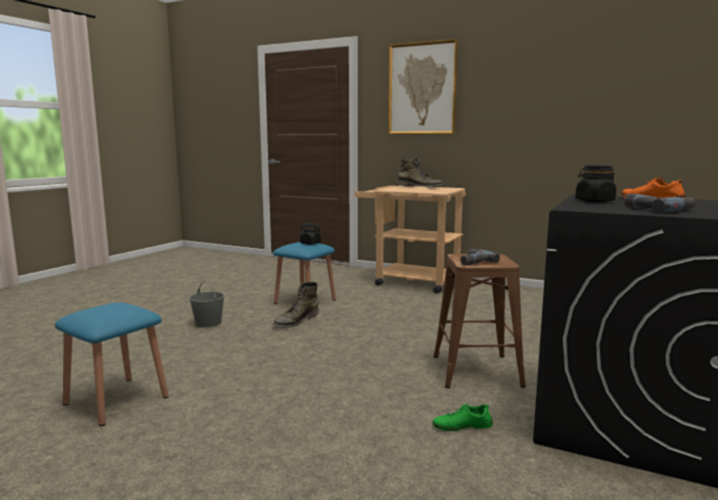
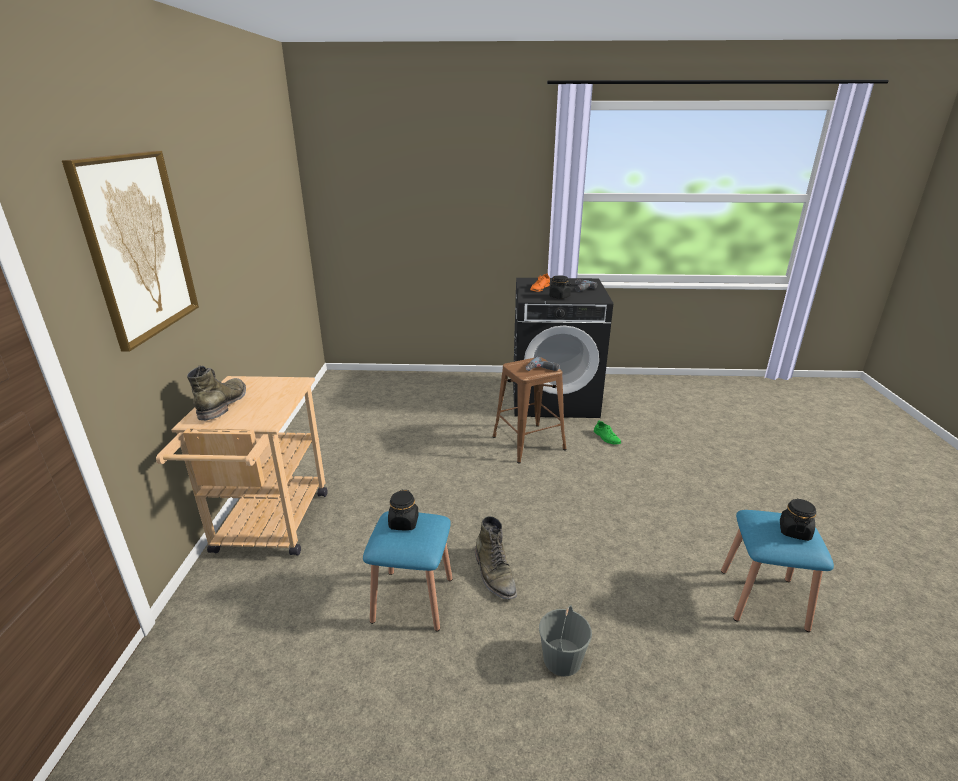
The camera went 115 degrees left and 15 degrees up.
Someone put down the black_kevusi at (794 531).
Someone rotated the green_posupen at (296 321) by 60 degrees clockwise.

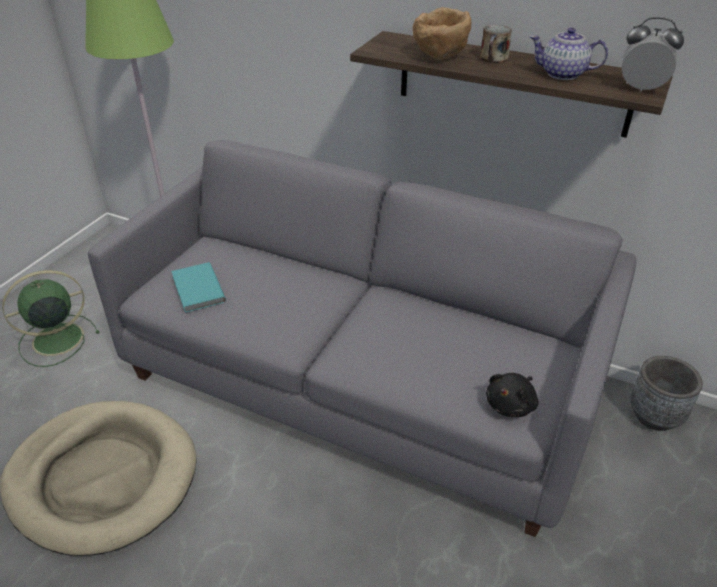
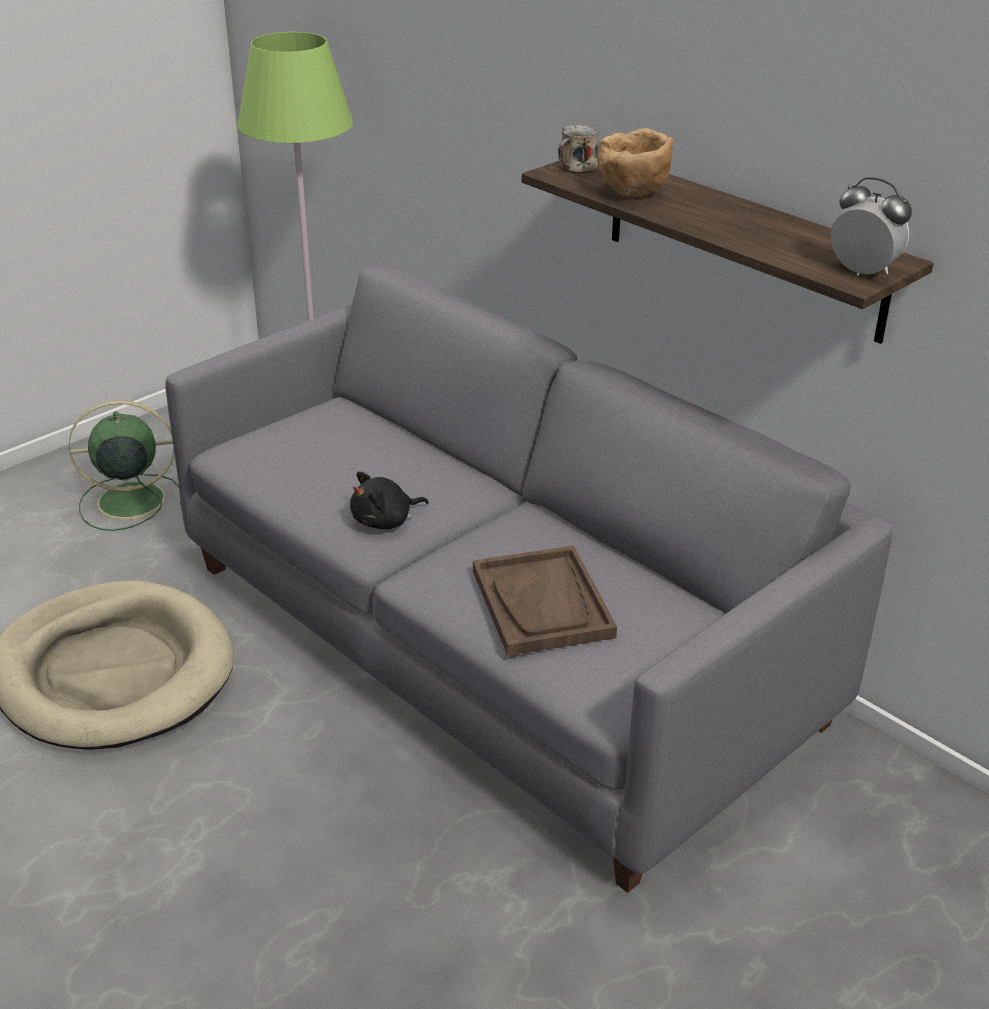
The camera went 20 degrees right and 5 degrees down.
Someone took away the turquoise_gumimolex at (197 290).
Someone took away the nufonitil at (563 74).
Someone took away the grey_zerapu at (654 416).
Someone put down the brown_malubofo at (542 603).
Someone carried the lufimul from (493 58) to (577 167).
Someone carried the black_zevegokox from (511 405) to (385 521).

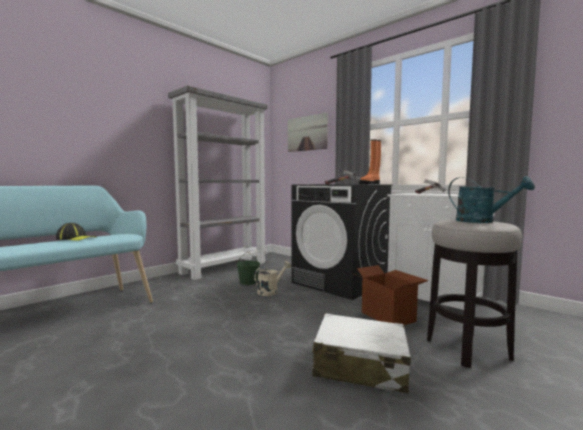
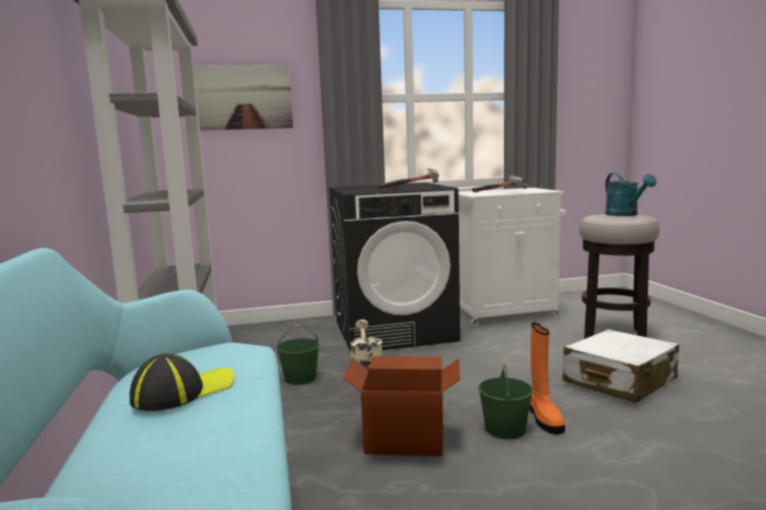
The camera went 55 degrees left and 5 degrees up.
Someone put down the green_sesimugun at (505 429).
Someone carried the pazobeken from (388 316) to (404 440).
Someone carried the orange_posupen from (370 184) to (544 418).
Someone rotated the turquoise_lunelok at (482 221) by 90 degrees clockwise.

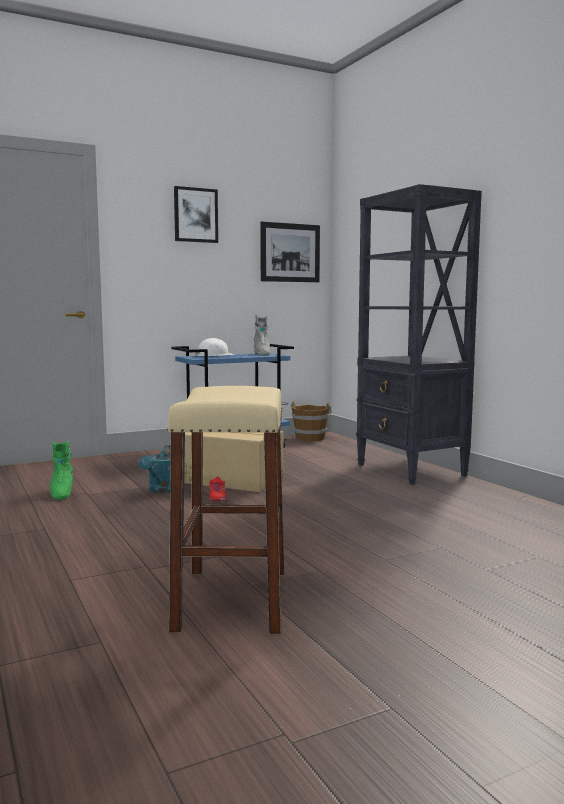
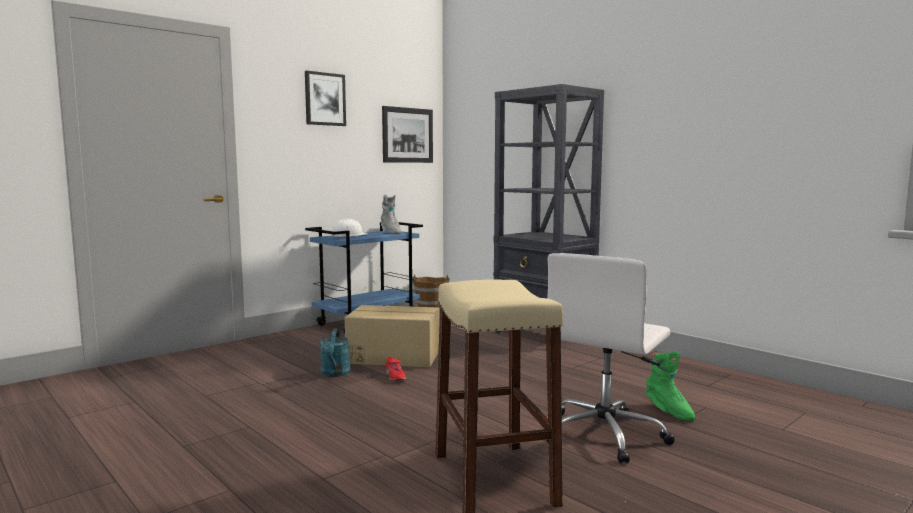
The camera went 15 degrees left and 0 degrees up.
Someone put down the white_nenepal at (605 434).
Someone carried the green_posupen from (61 493) to (668 411).

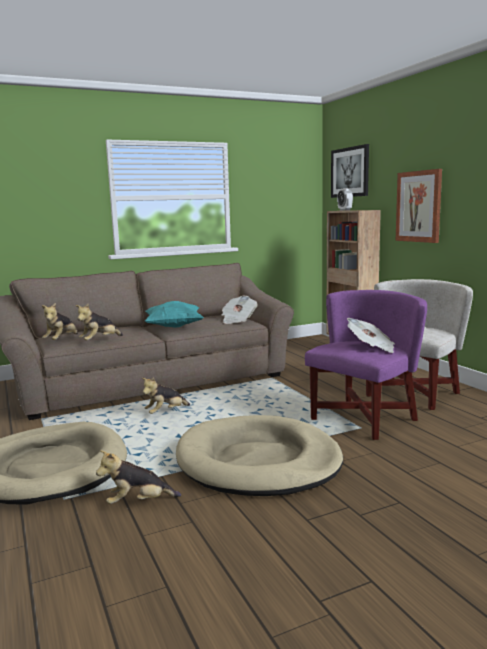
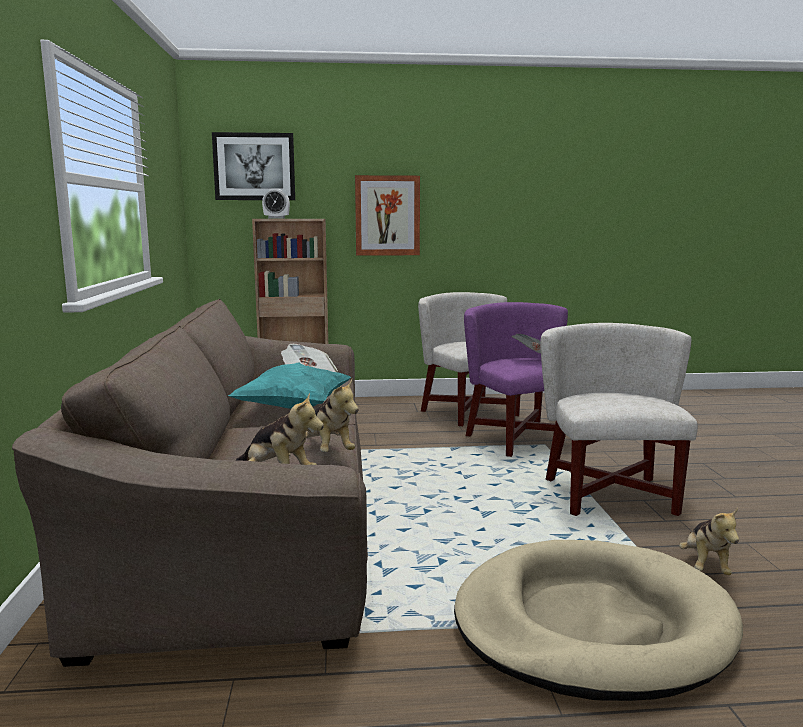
The camera went 70 degrees left and 0 degrees up.
Someone took away the zevegokox at (165 412).
Someone swapped the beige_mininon at (258 462) for the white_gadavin at (611 495).

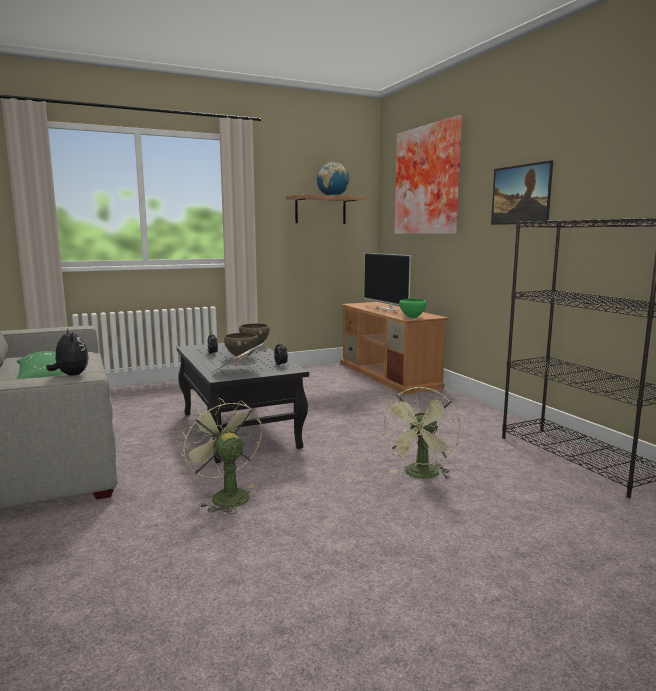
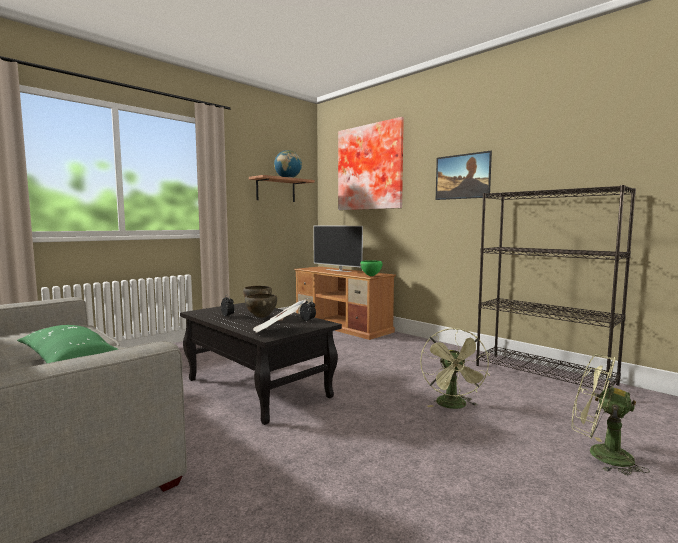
The camera went 20 degrees left and 5 degrees down.
Someone took away the zevegokox at (71 375).
Someone carried the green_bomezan from (225 496) to (600 454).

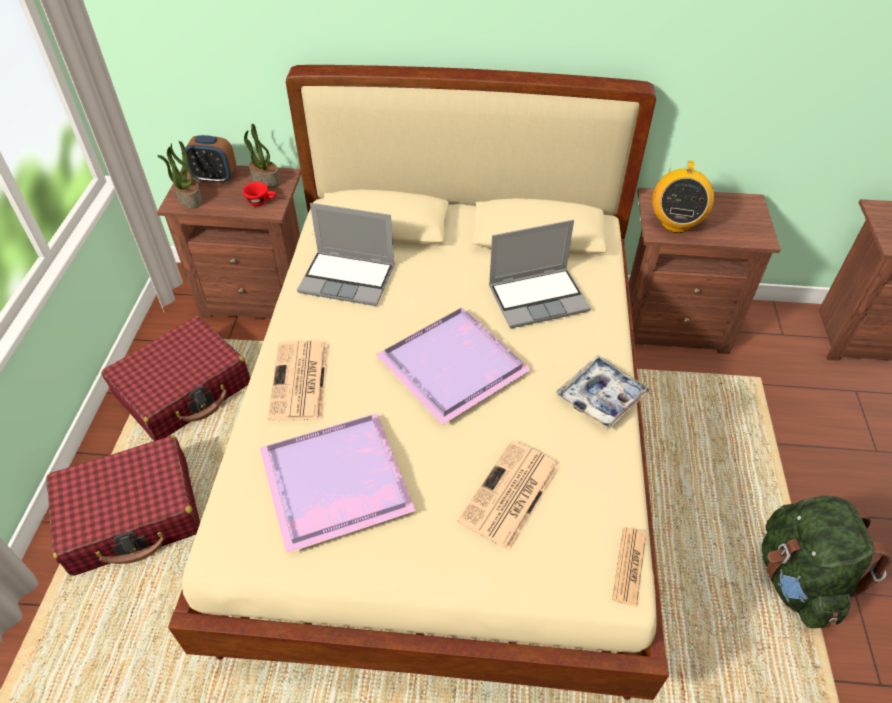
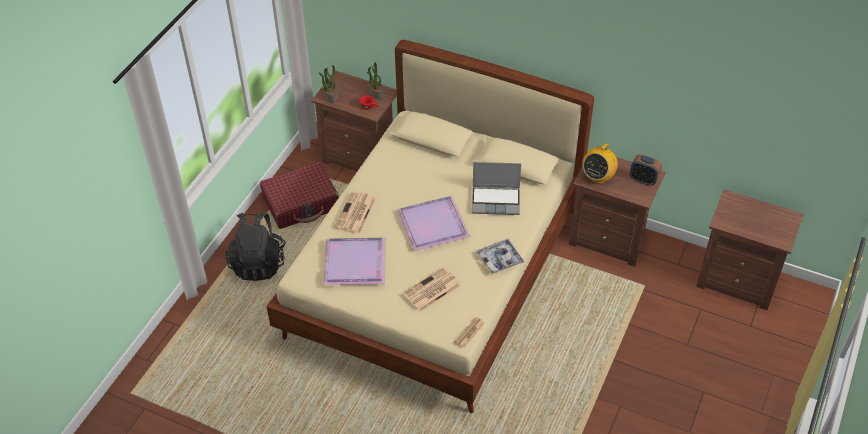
The camera went 20 degrees right and 0 degrees up.
Someone took away the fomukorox at (349 279).
Someone took away the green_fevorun at (798 580).
Someone carried the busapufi from (215 178) to (643 180).
Someone swapped the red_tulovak at (132 515) for the black_fevorun at (258 263).

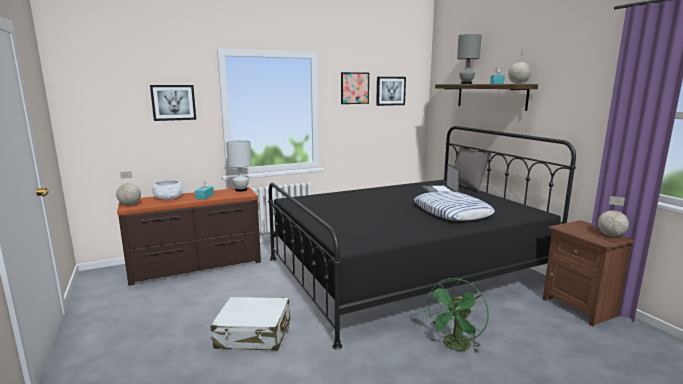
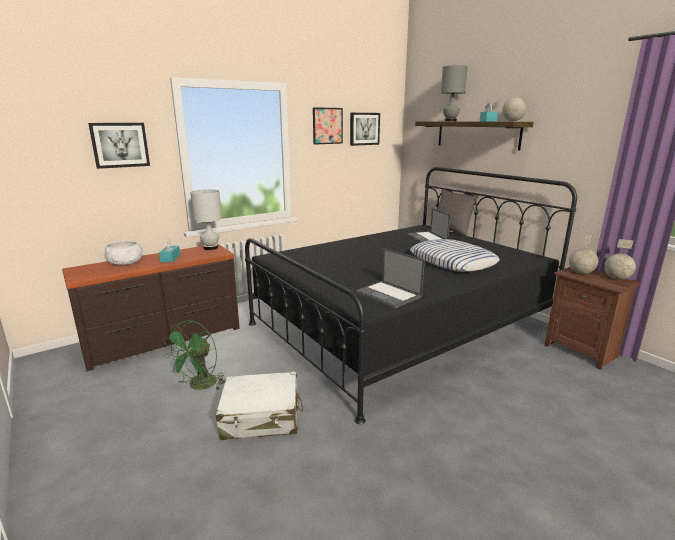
The camera went 10 degrees left and 5 degrees up.
Someone put down the fomukorox at (389 295).
Someone carried the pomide from (130 204) to (581 273).
Someone carried the green_bomezan from (455 347) to (199 386).

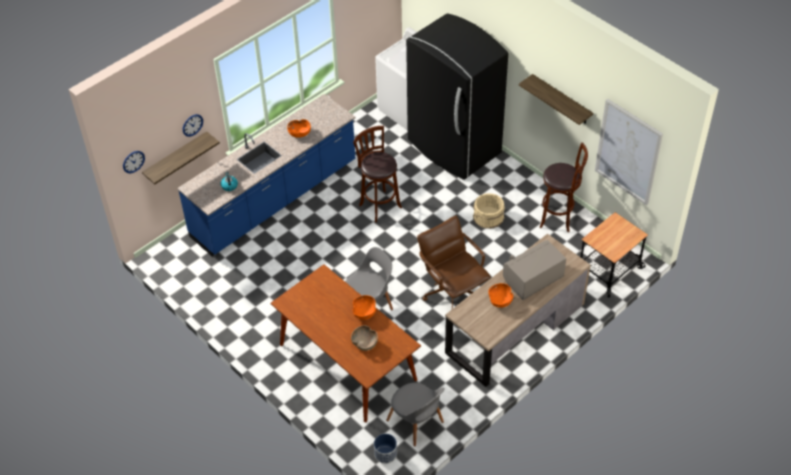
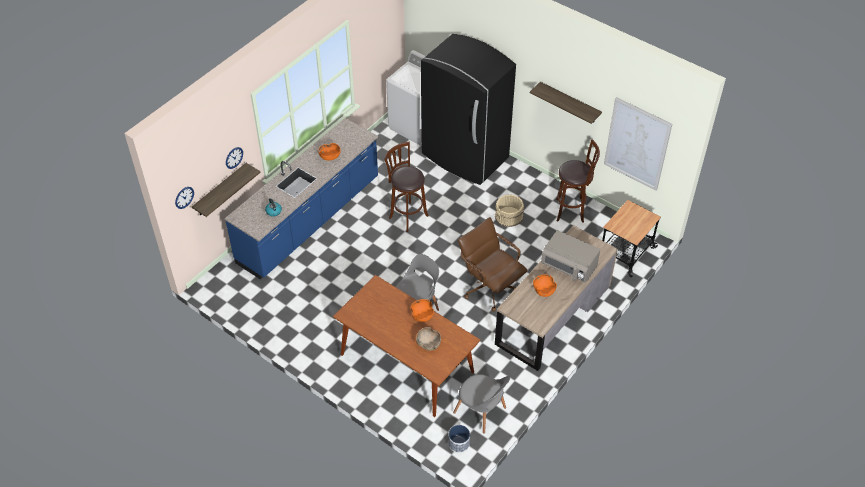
The camera went 10 degrees left and 0 degrees up.
Someone rotated the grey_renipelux at (532 278) by 105 degrees counterclockwise.

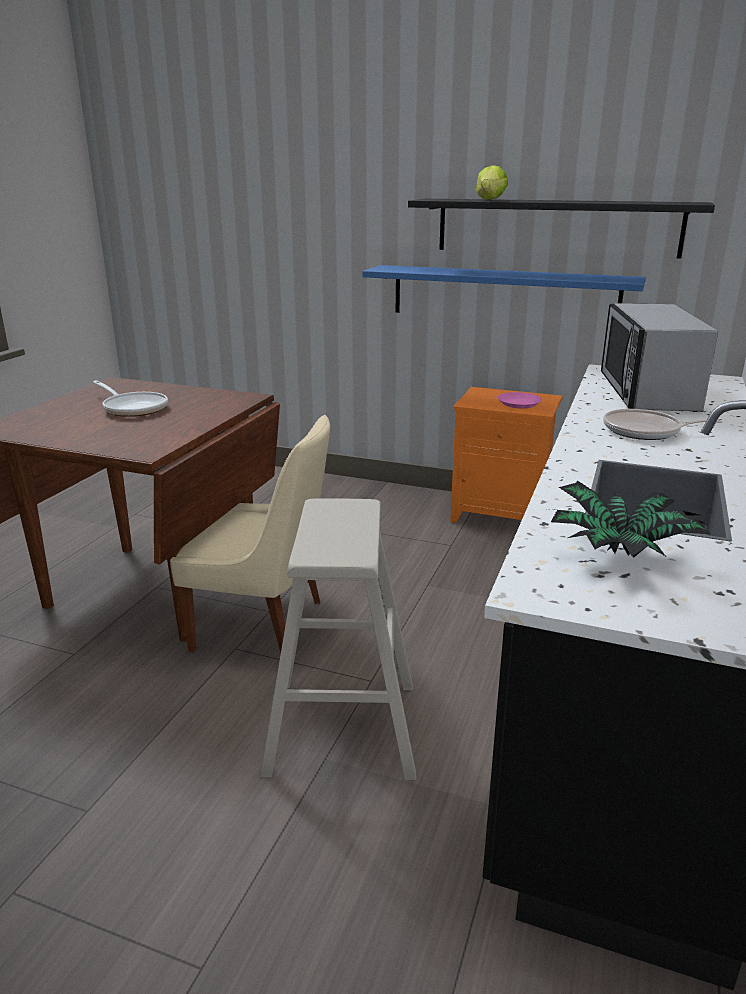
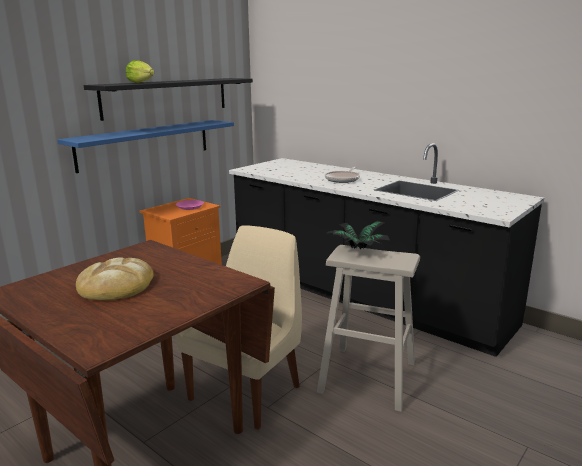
The camera went 70 degrees left and 5 degrees down.
Someone took away the renipelux at (646 392).
Someone carried the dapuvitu from (617 555) to (357 250).
Someone swapped the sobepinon at (133 408) for the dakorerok at (116 285).

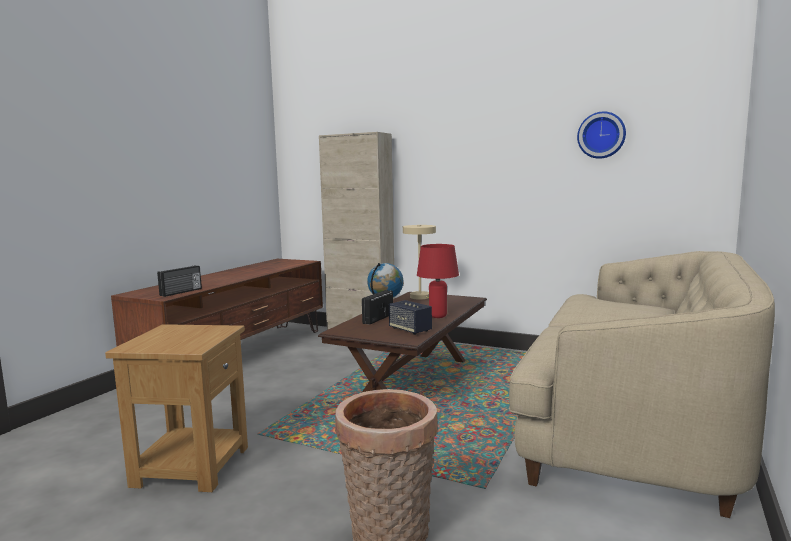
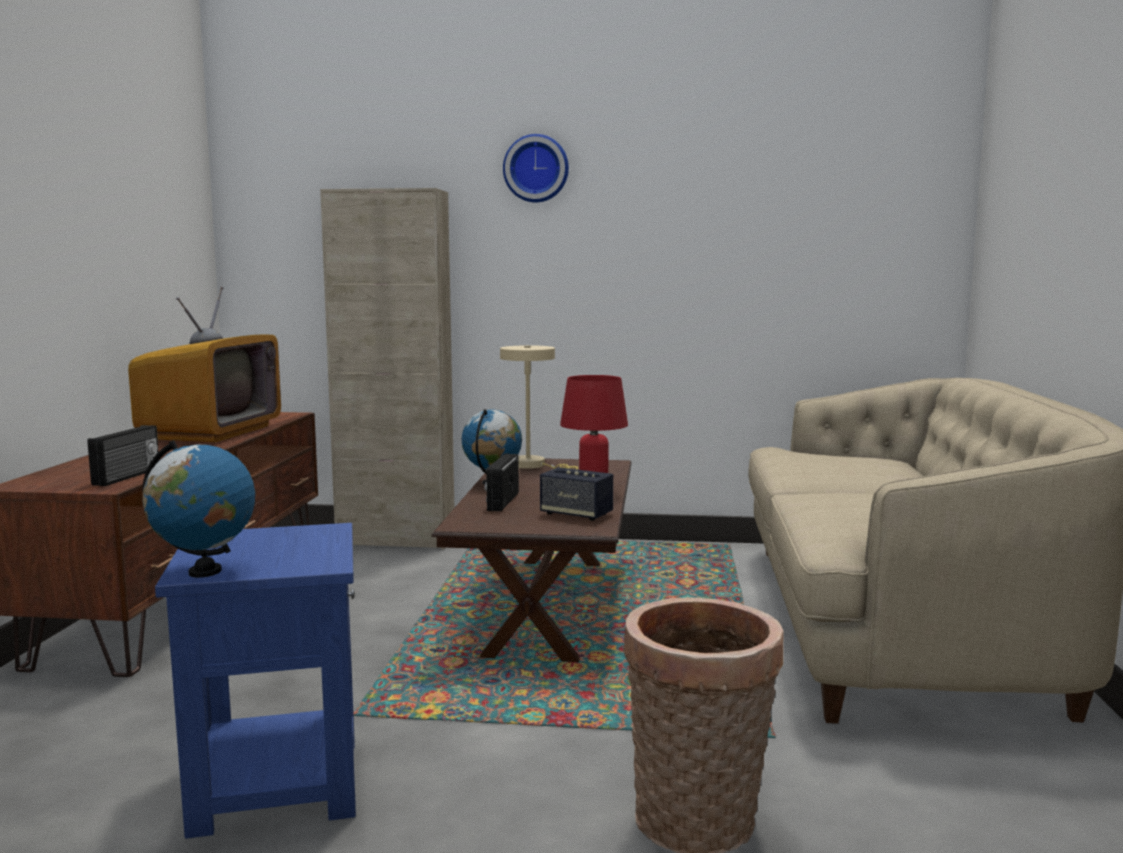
The camera went 20 degrees left and 0 degrees up.
Someone put down the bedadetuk at (211 432).
Someone put down the pomide at (204 572).
Someone carried the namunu from (601 135) to (536 169).
Someone repainted the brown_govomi at (192 465), which became the blue_govomi at (277 782).

